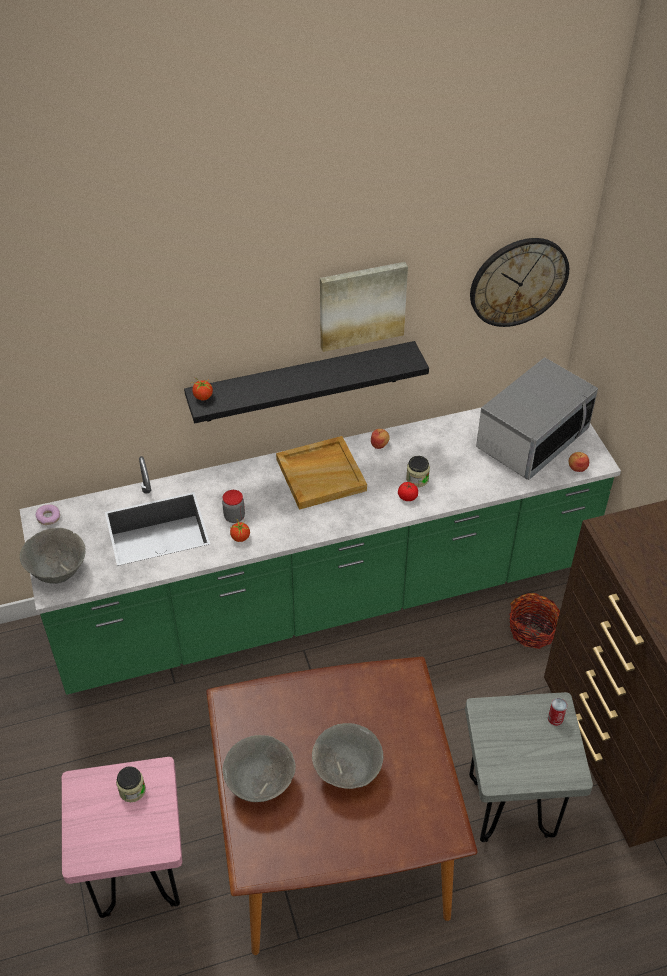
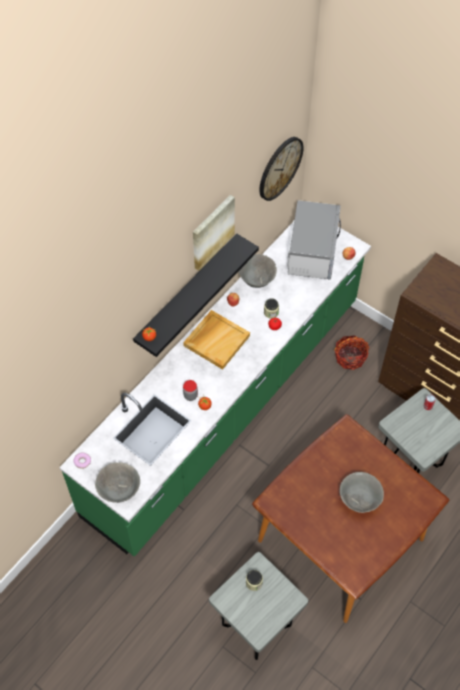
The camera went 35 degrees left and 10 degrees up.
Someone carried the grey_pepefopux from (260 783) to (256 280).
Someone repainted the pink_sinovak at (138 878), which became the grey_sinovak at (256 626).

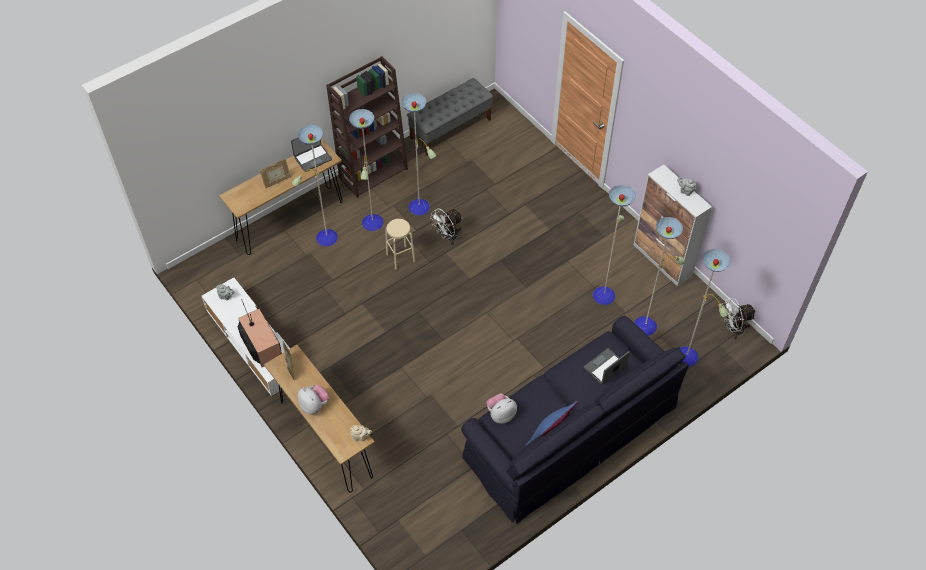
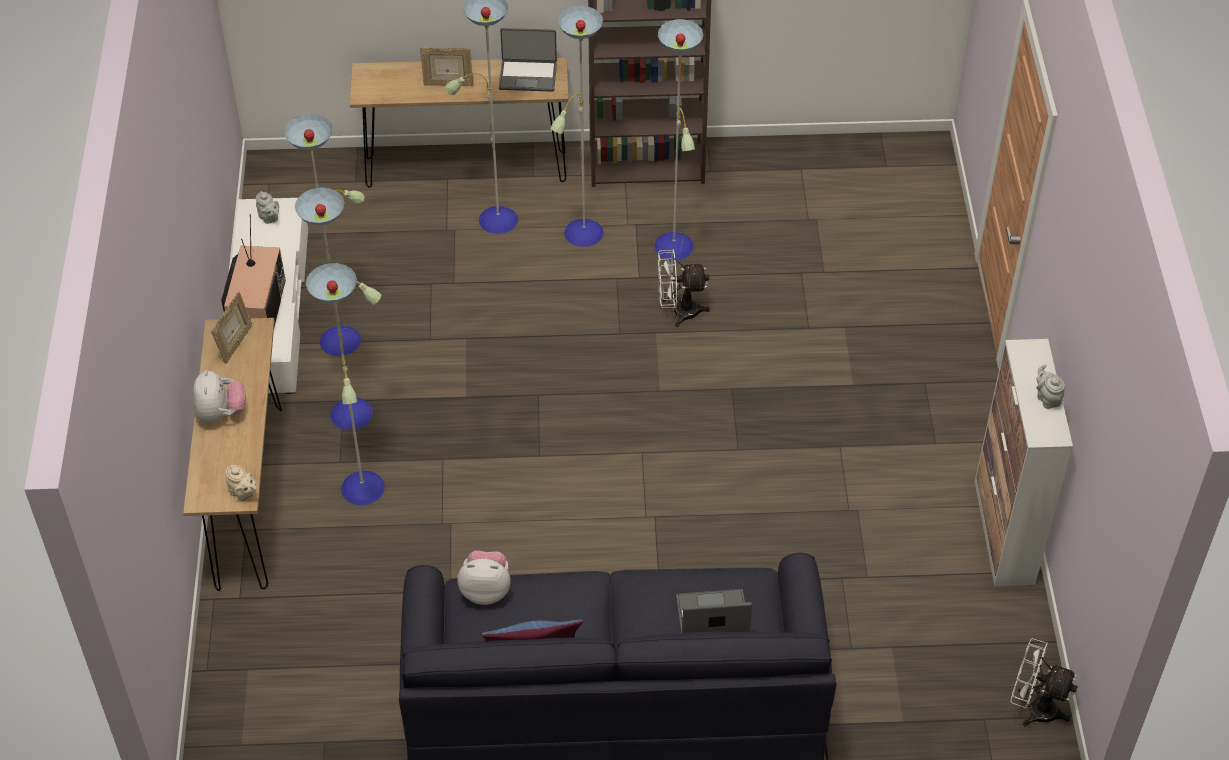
The camera went 35 degrees right and 5 degrees down.
Someone took away the beige_sinovak at (400 257).
Someone took away the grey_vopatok at (450 128).
Someone carried the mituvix from (646 325) to (355 413).

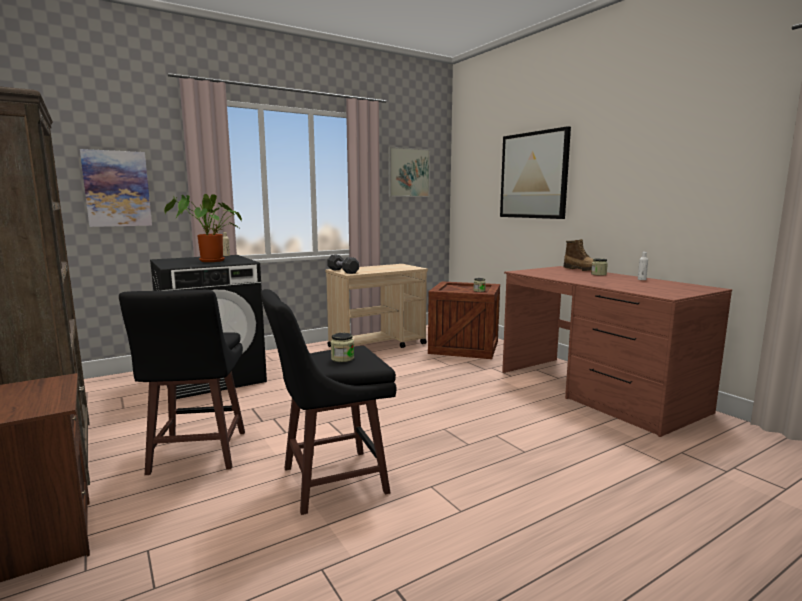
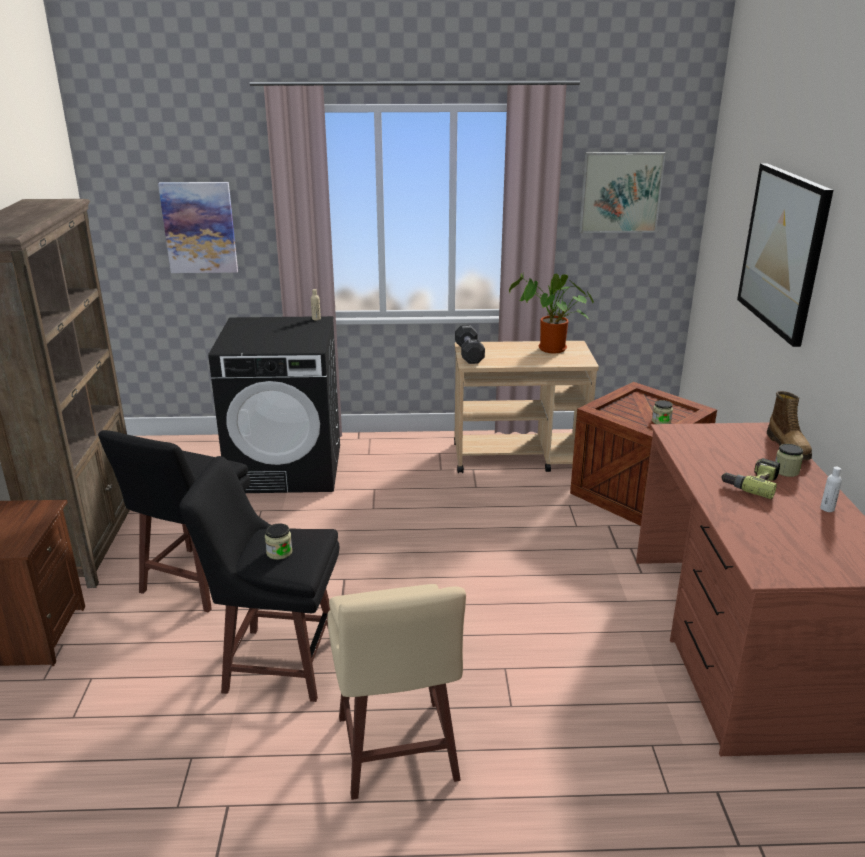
The camera went 30 degrees right and 15 degrees up.
Someone put down the beige_sinovak at (396 751).
Someone put down the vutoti at (751 483).
Someone carried the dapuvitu from (209 261) to (549 350).

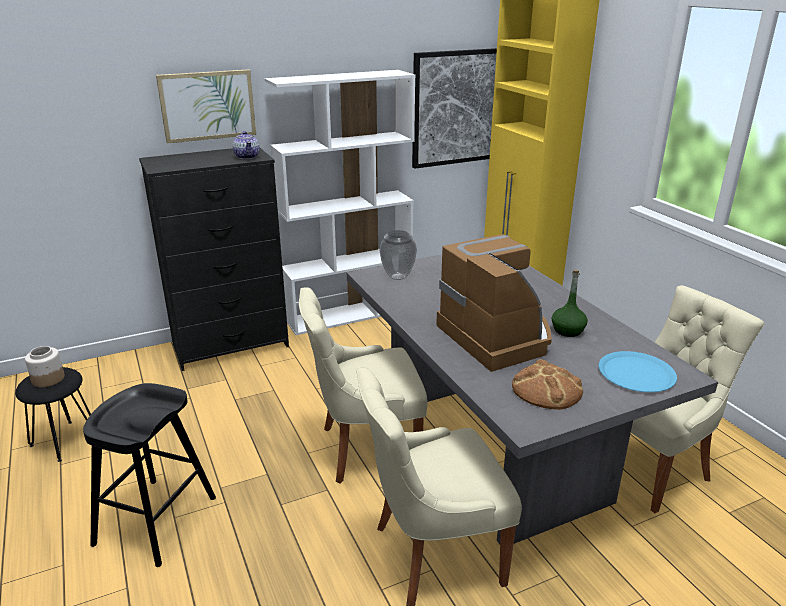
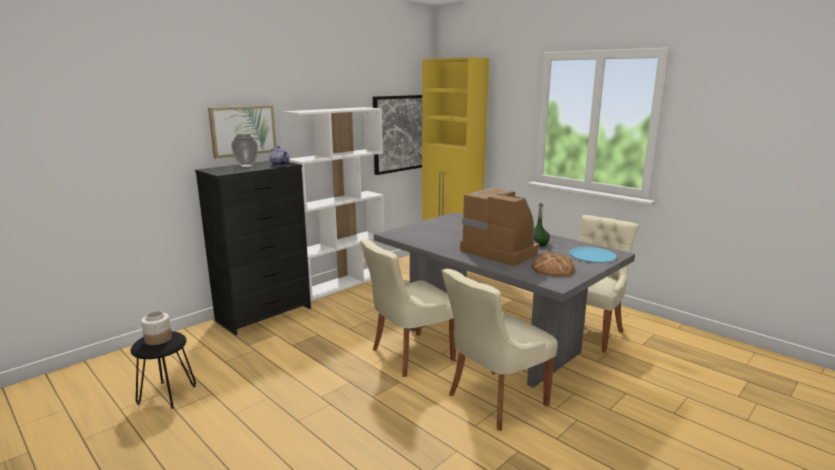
The camera went 20 degrees left and 10 degrees down.
Someone took away the black_sinovak at (155 521).
Someone carried the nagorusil from (398 276) to (246 166).

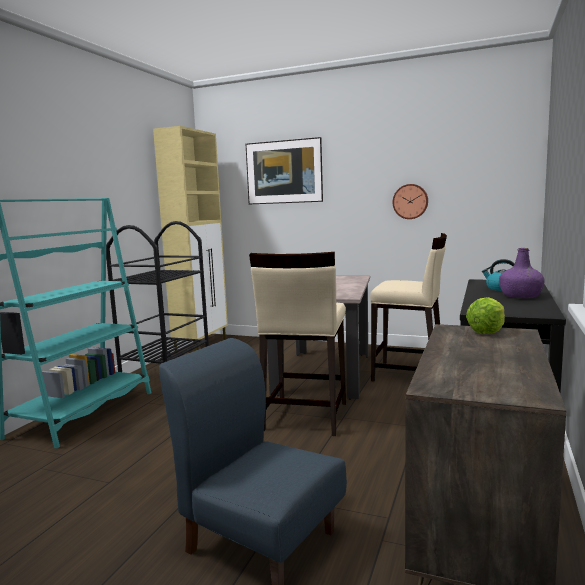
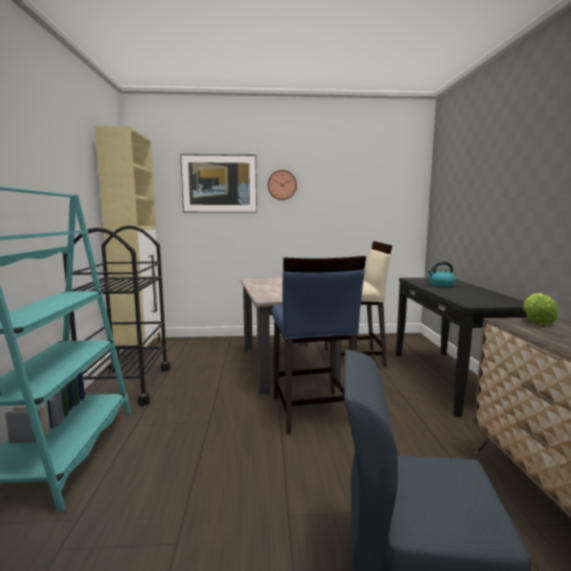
The camera went 25 degrees left and 0 degrees up.
Someone took away the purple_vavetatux at (521 296).
Someone carried the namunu from (410 201) to (282 185).
Someone repainted the beige_sinovak at (304 416), which became the blue_sinovak at (312 412).

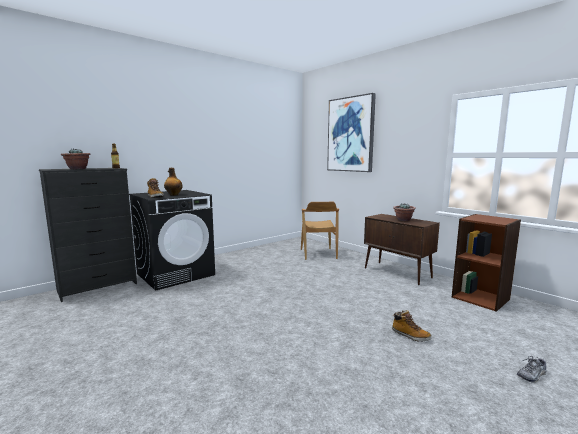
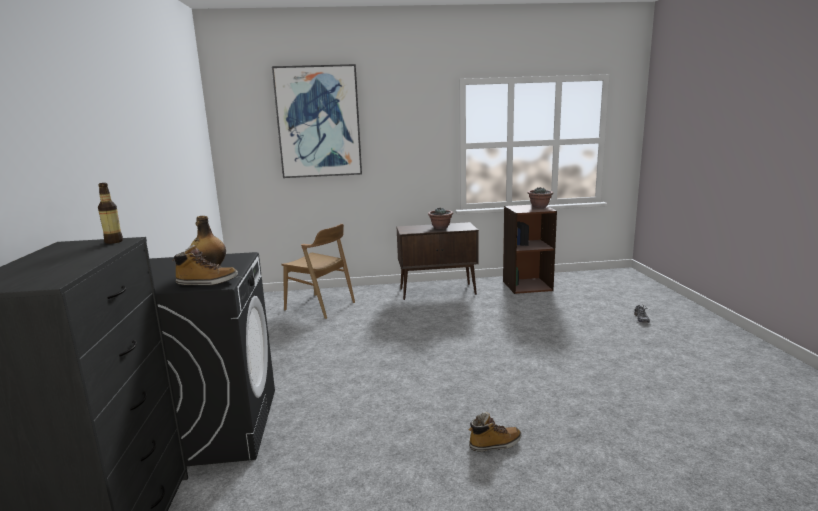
The camera went 55 degrees left and 5 degrees up.
Someone carried the dapuvitu from (77 169) to (539 207).
Someone carried the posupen from (410 335) to (495 444).

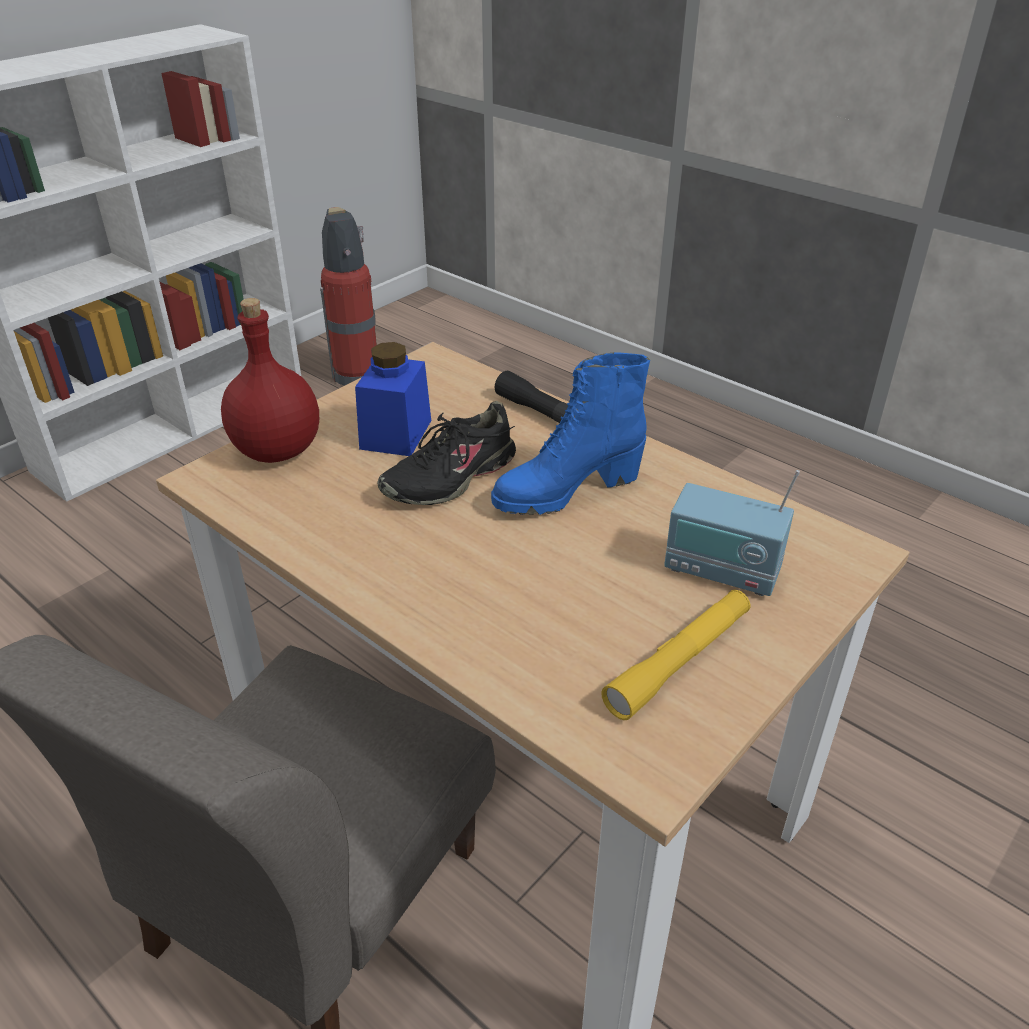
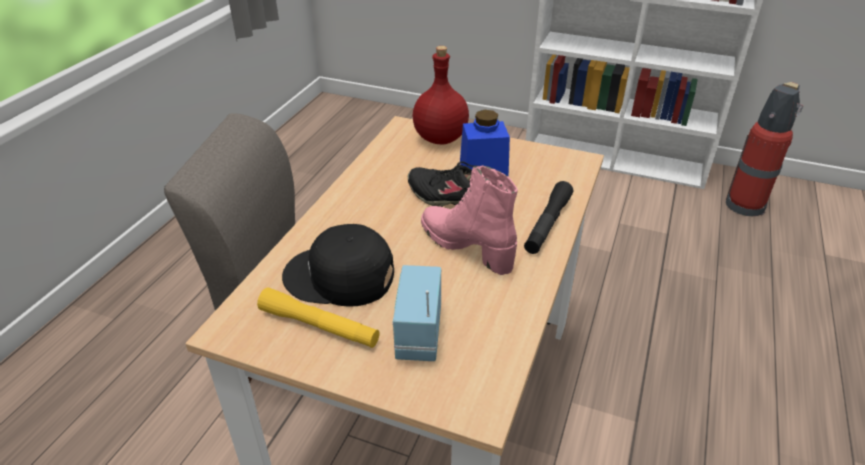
The camera went 70 degrees right and 0 degrees up.
Someone put down the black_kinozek at (340 277).
Someone repainted the blue_posupen at (566 491), which became the pink_posupen at (467 247).

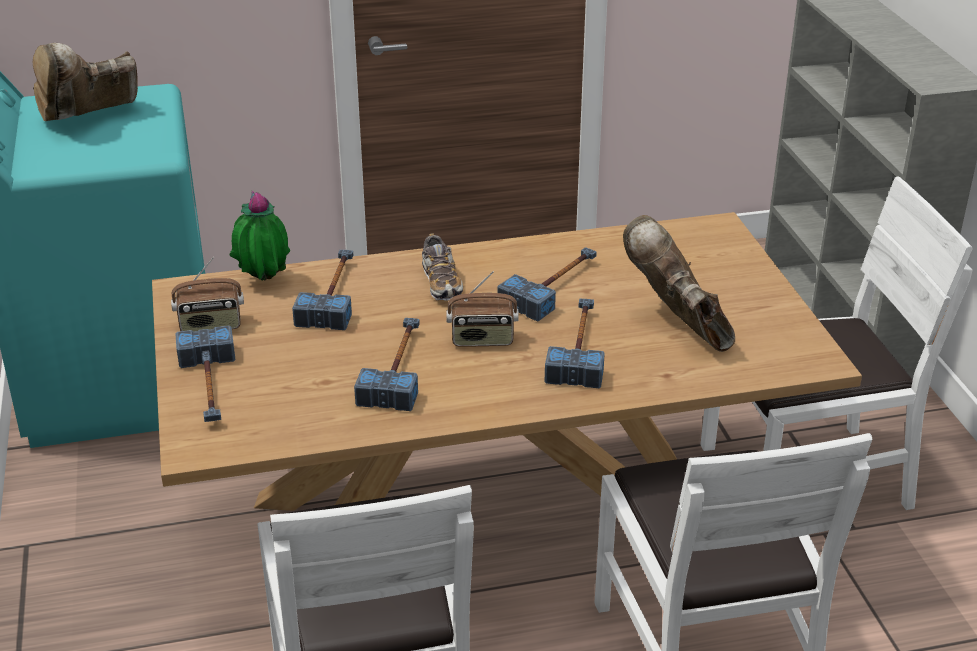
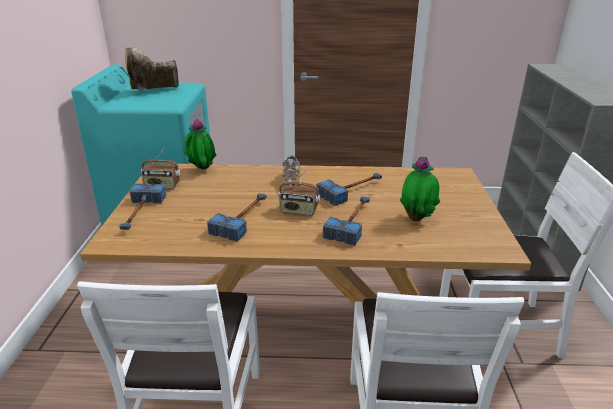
The camera went 15 degrees right and 5 degrees down.
Someone took away the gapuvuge at (333 294).
Someone swapped the brown_posupen at (678 325) for the dapuvitu at (417 218).

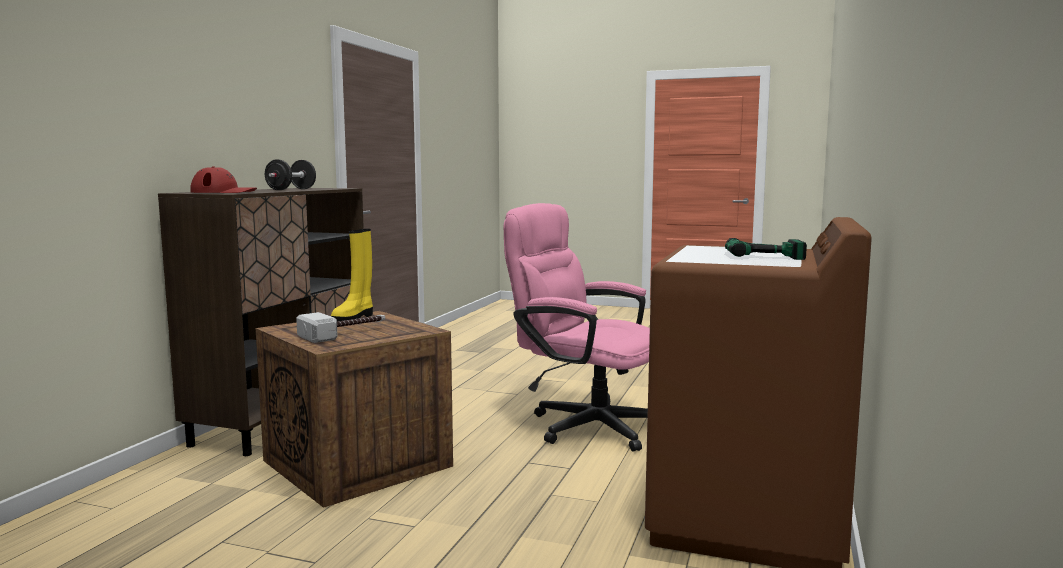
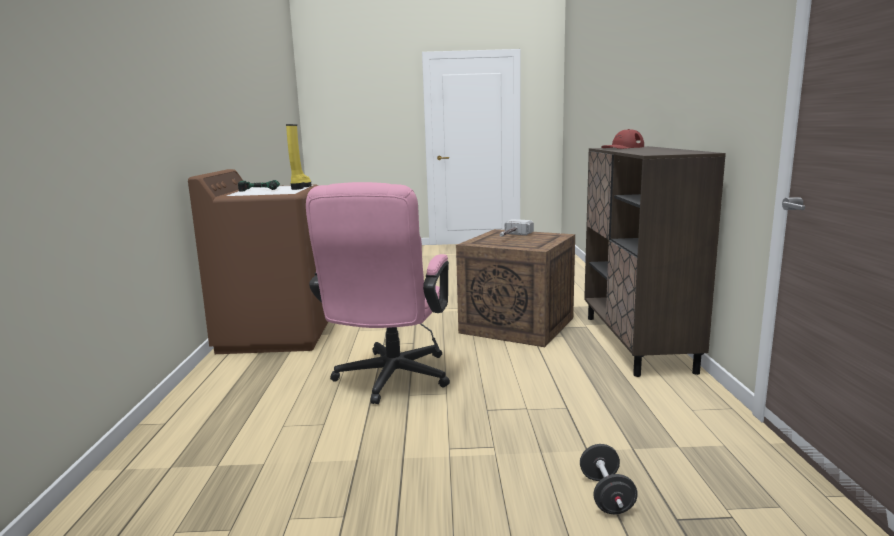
The camera went 160 degrees right and 5 degrees up.
Someone carried the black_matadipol from (291 189) to (606 495).
Someone carried the yellow_posupen from (353 318) to (300 187).
Someone rotated the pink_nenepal at (585 424) by 90 degrees clockwise.

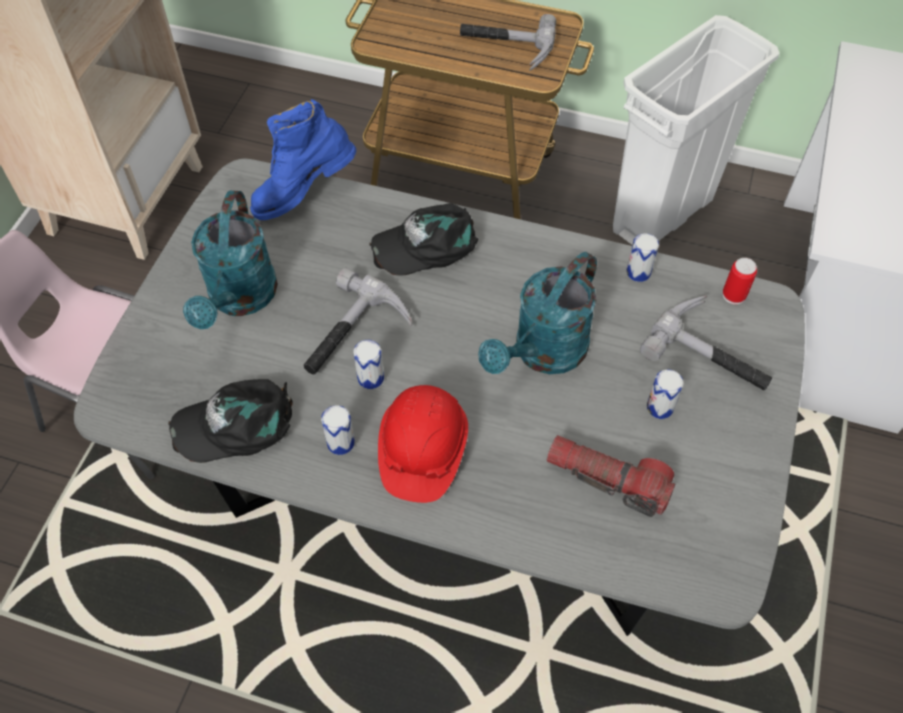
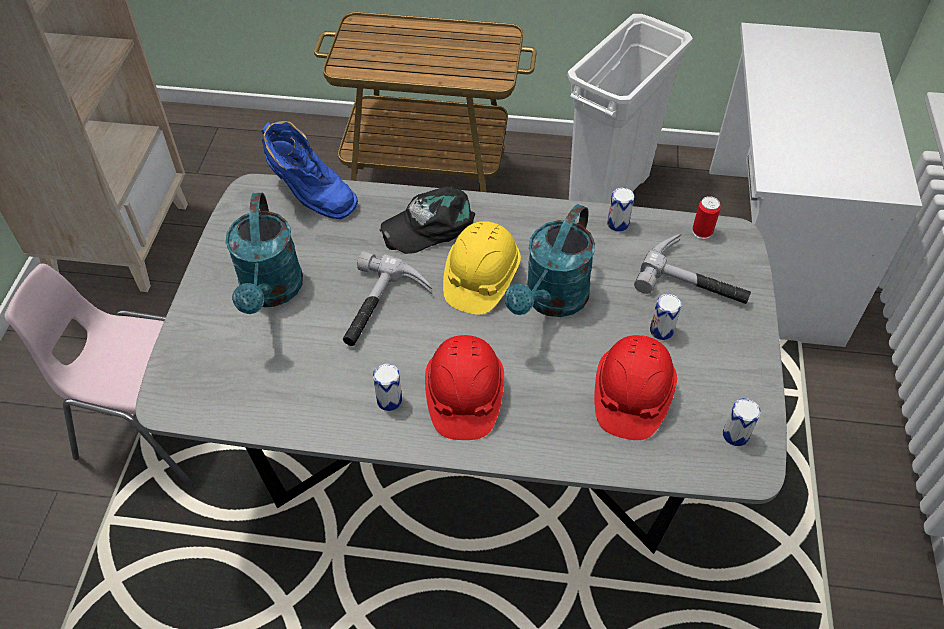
The camera went 10 degrees left and 5 degrees down.
Someone took away the black_kinozek at (236 424).
Someone took away the gapuvuge at (505 46).
Someone put down the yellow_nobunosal at (480 279).
Someone carried the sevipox from (370 378) to (735 435).
Someone swapped the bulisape at (607 480) for the red_nobunosal at (631 396).
Someone rotated the blue_posupen at (304 194) by 105 degrees counterclockwise.

